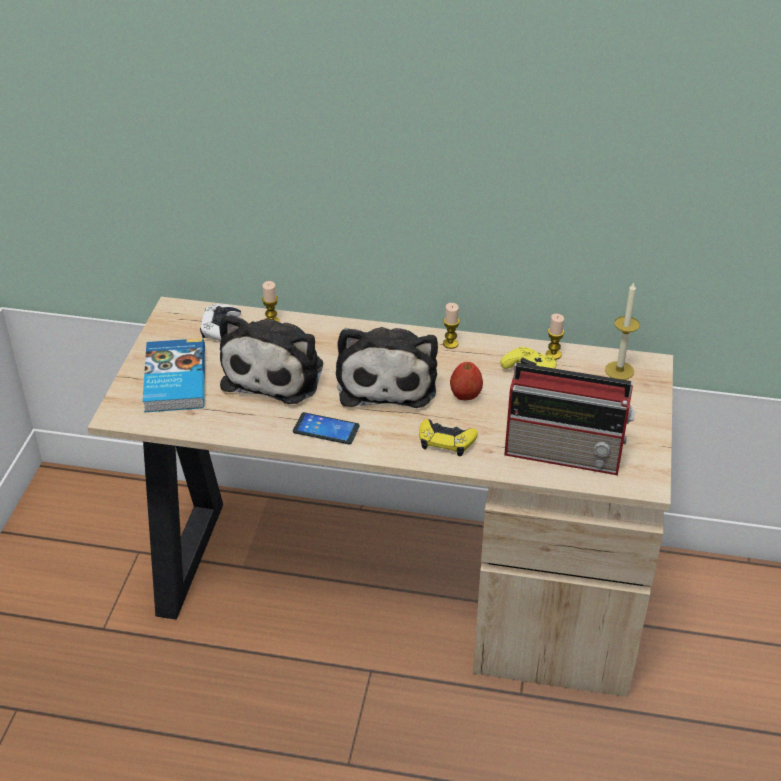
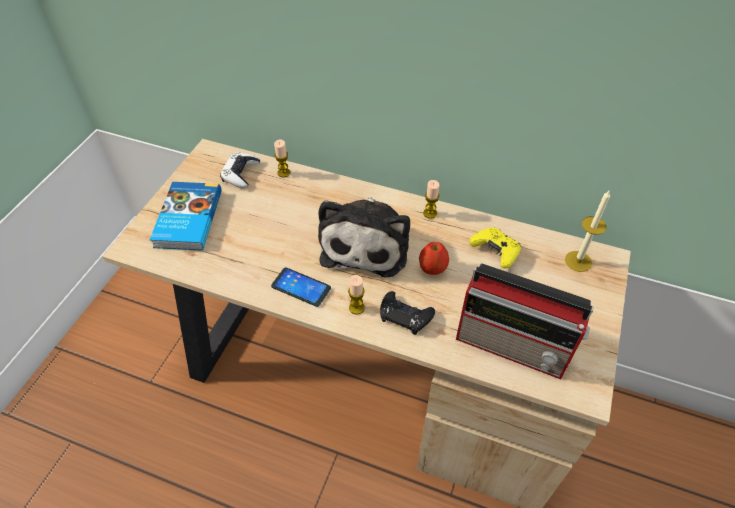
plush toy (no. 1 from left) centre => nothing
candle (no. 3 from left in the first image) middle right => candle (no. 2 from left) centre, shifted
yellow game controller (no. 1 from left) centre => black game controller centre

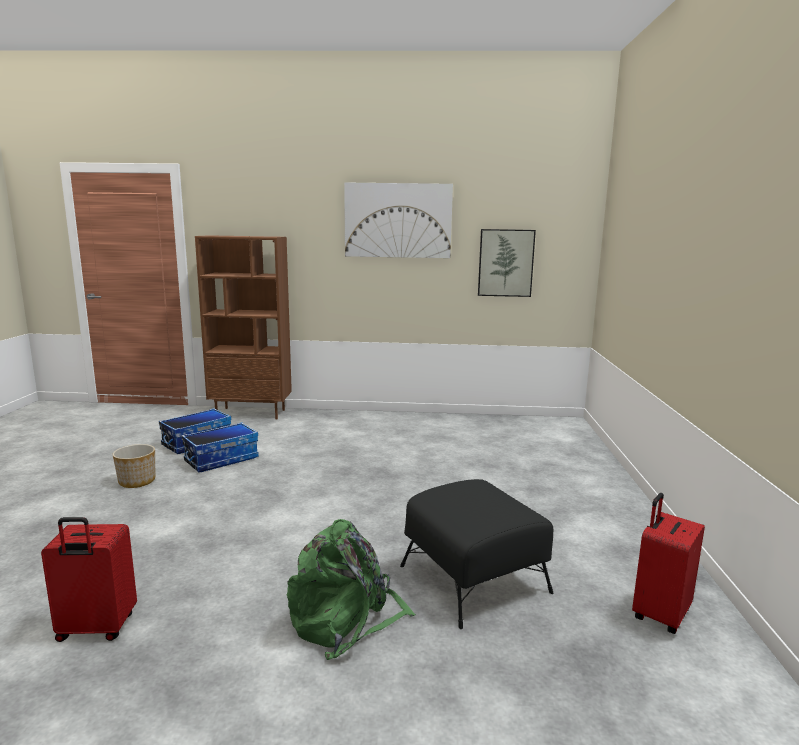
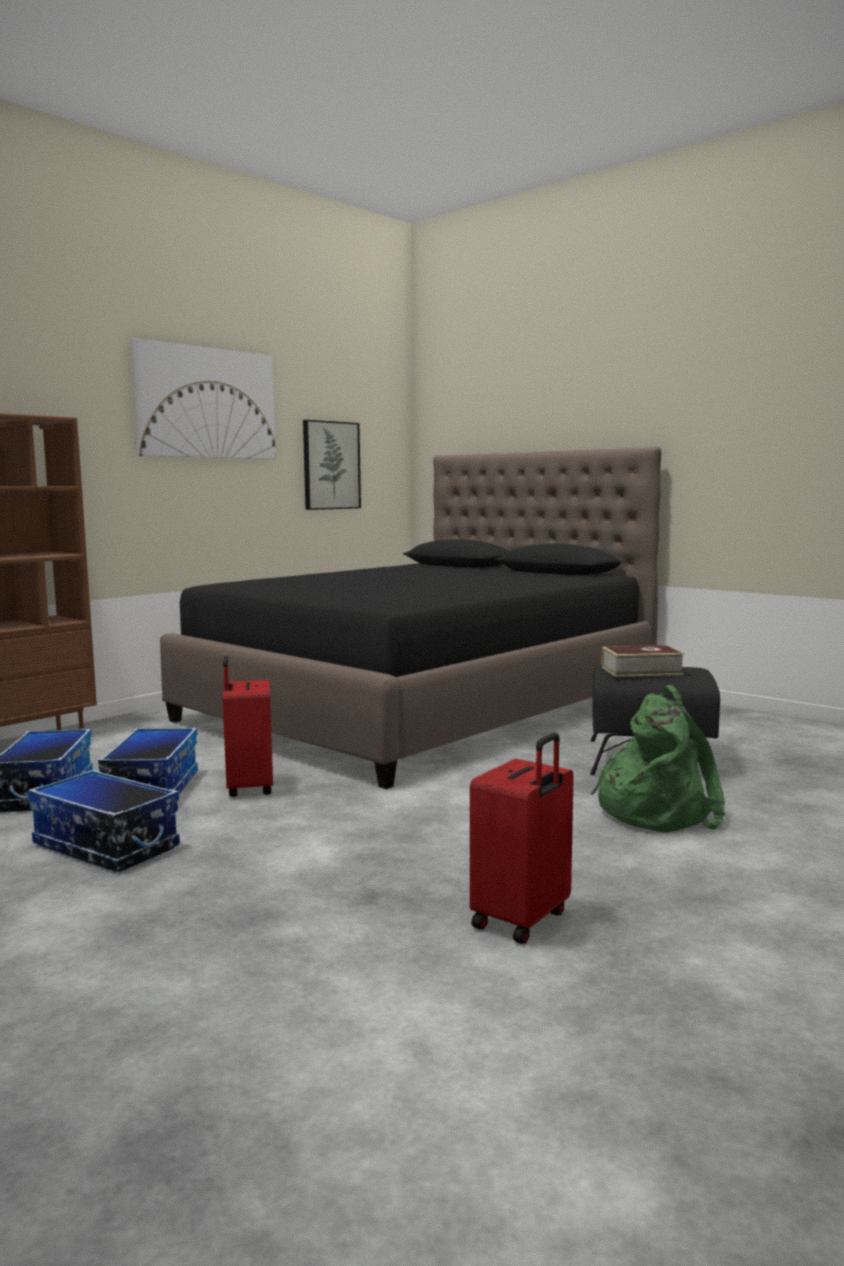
planter middle left => storage box (no. 2 from left) middle left
red suitcase (no. 2 from left in the first image) bottom right => red suitcase (no. 1 from left) middle left, shifted
nothing => black bed centre
nothing => book middle right

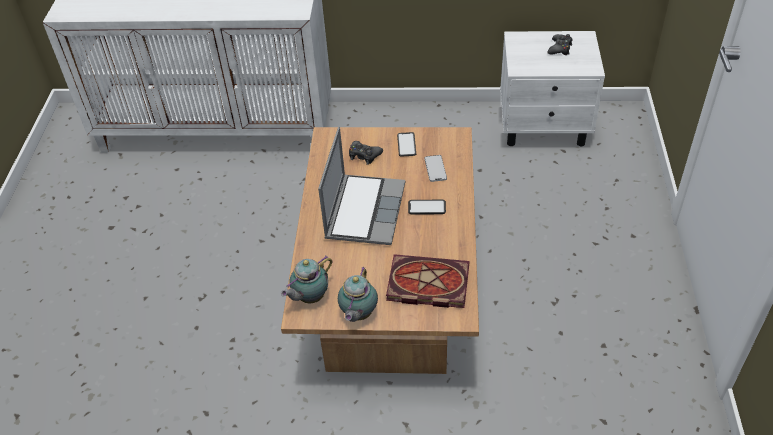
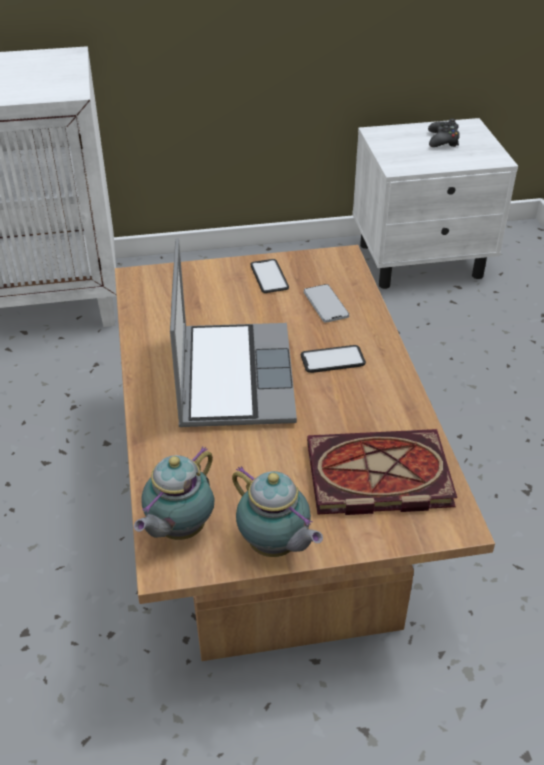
black game controller (no. 1 from left) centre => nothing
teapot (no. 2 from left) bottom centre, 45 degrees counterclockwise

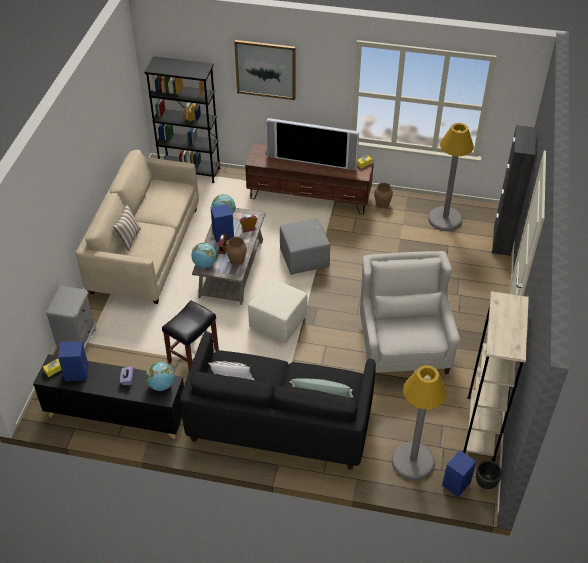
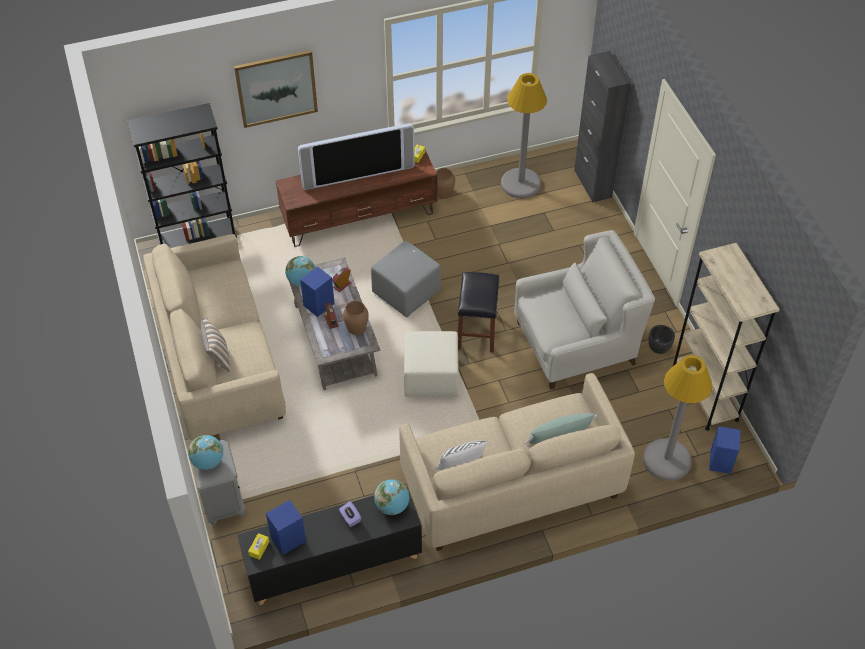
globe (no. 2 from left in the first image) centre => globe (no. 1 from left) bottom left, shifted
white armchair middle right, 105 degrees clockwise
black stool middle left => black stool centre, shifted
black sofa bottom centre => beige sofa (no. 2 from left) bottom centre
black planter bottom right => black planter middle right, shifted

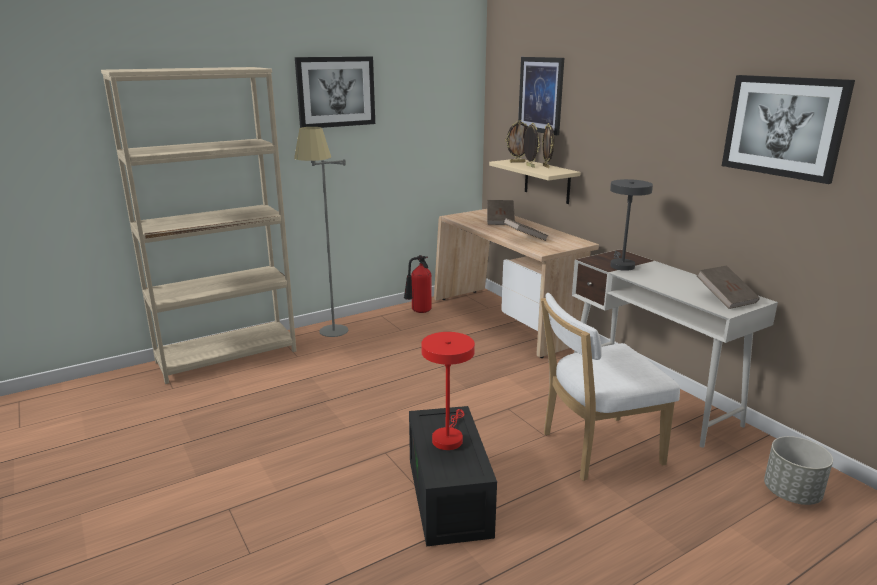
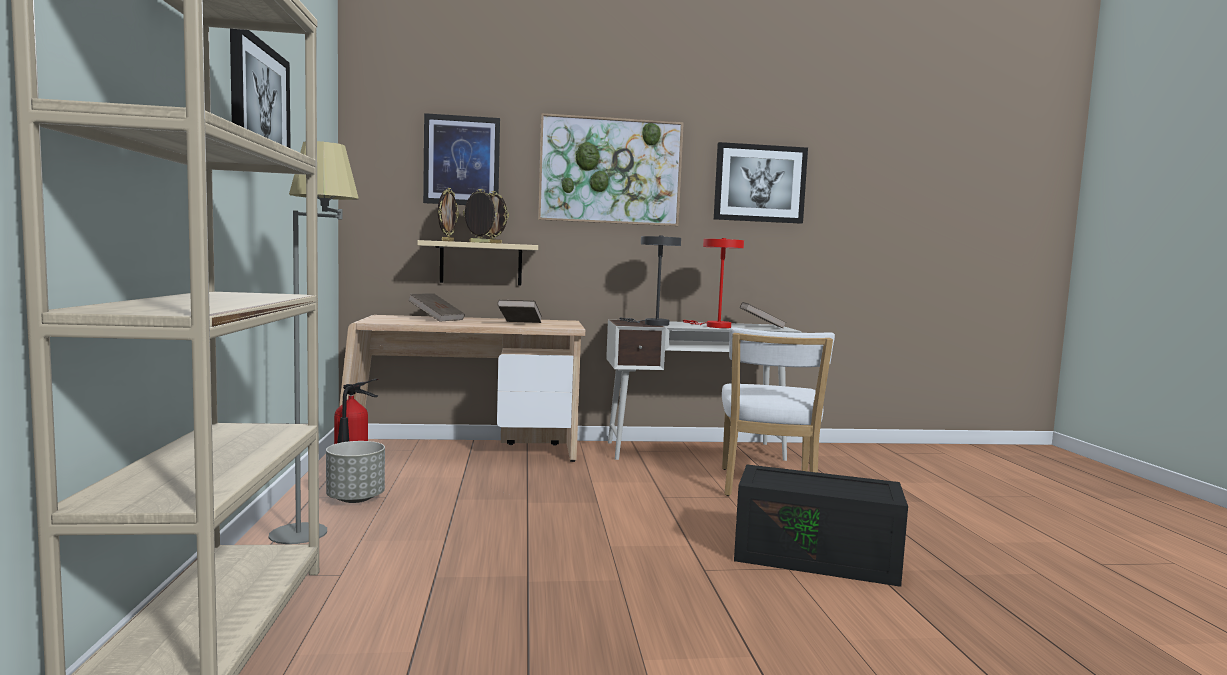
red table lamp bottom centre => red table lamp centre, shifted
grey planter bottom right => grey planter bottom left, shifted
nothing => picture (no. 3 from left) top centre

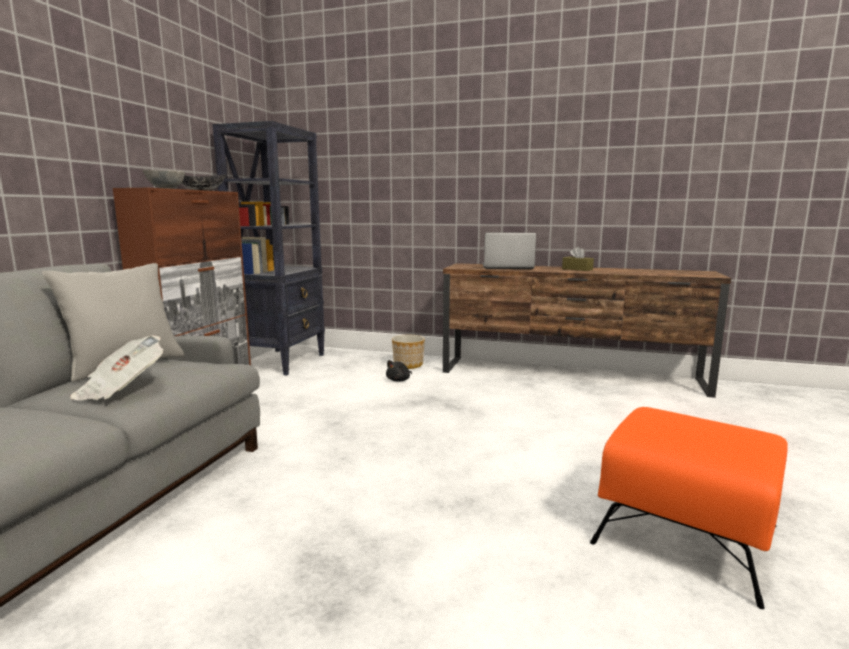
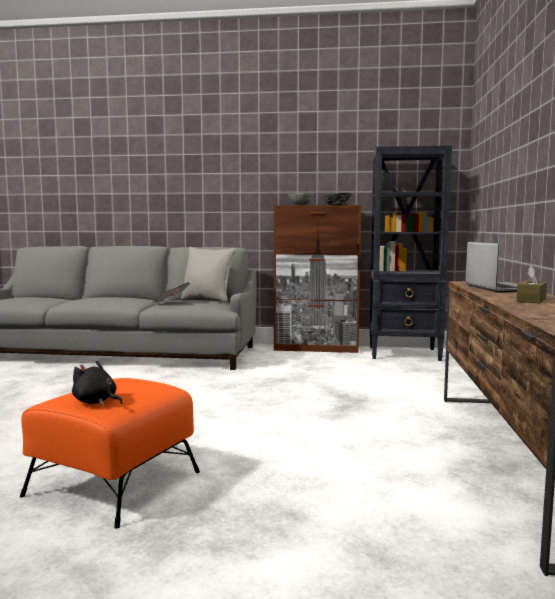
planter centre => nothing
black plush toy centre => black plush toy middle left, shifted

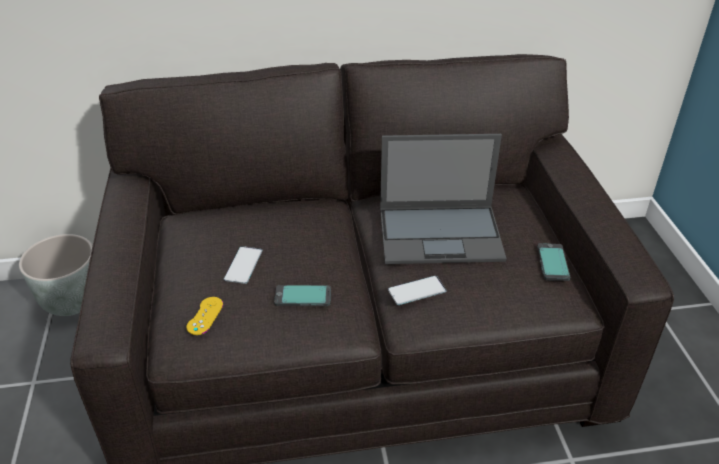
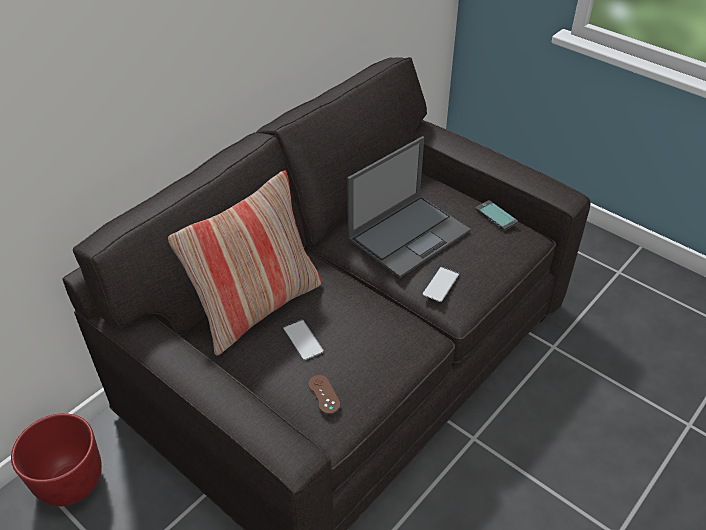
grey planter middle left => red planter bottom left
phone (no. 2 from left) centre => nothing
yellow game controller bottom left => brown game controller bottom centre
nothing => pillow centre

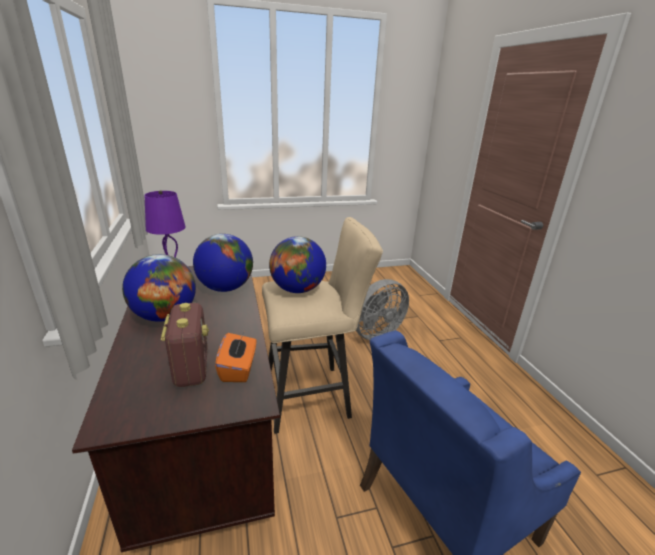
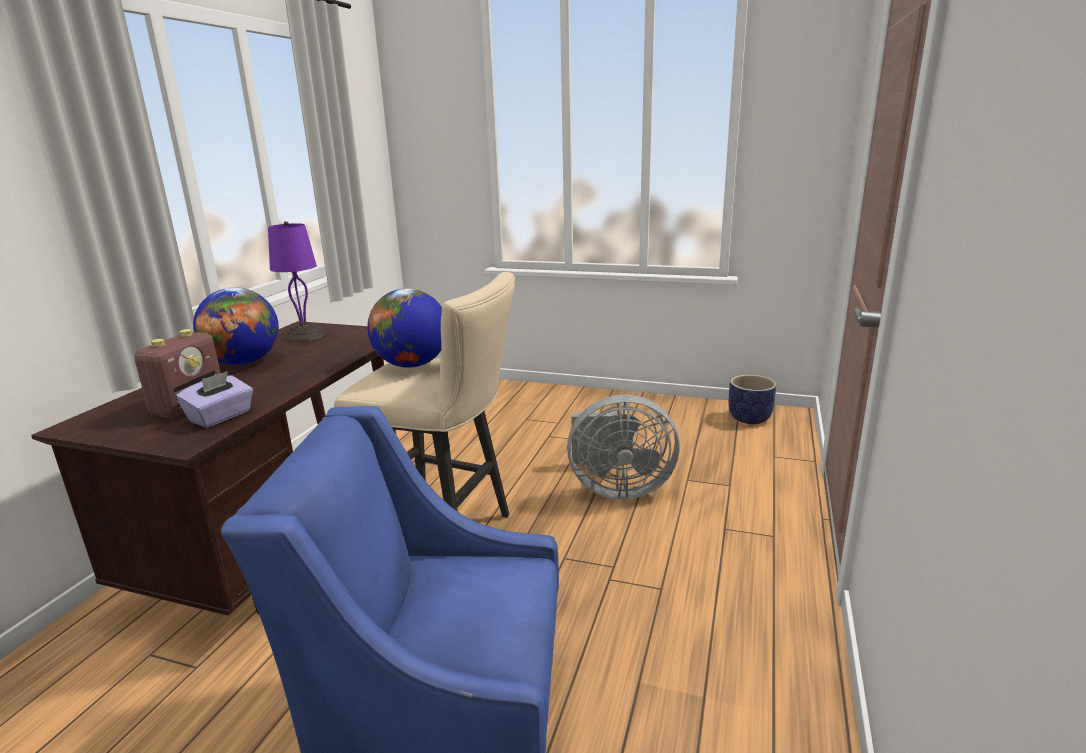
globe (no. 2 from left) centre => nothing
orange tissue box centre => purple tissue box middle left
nothing => planter middle right

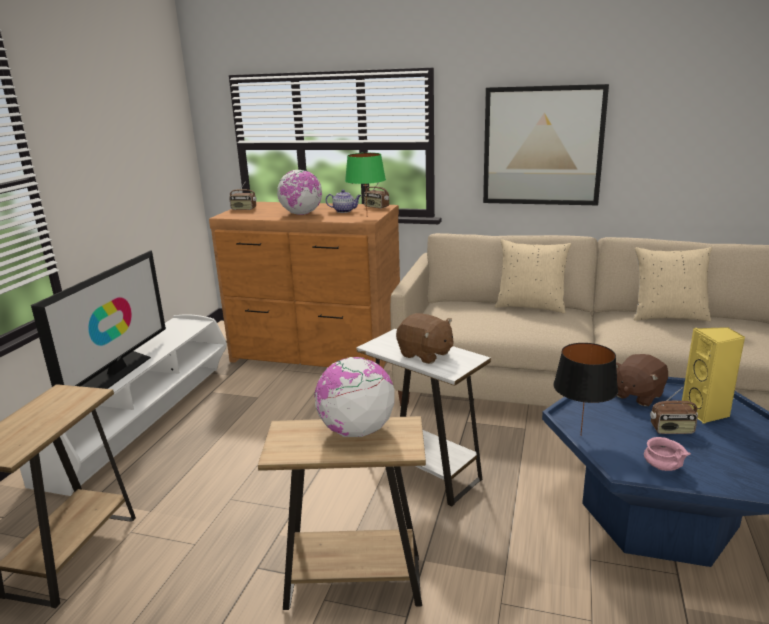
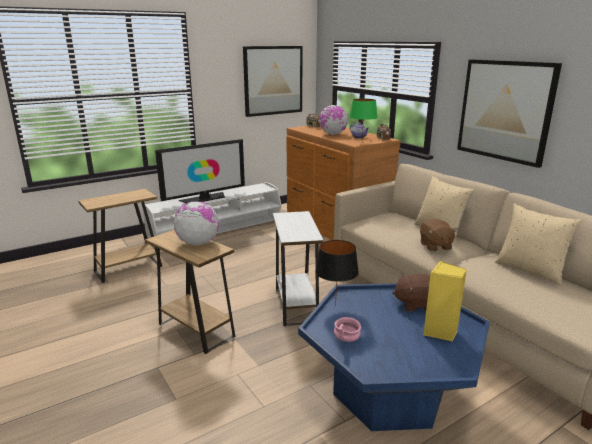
brown plush toy (no. 1 from left in the first image) centre => brown plush toy (no. 2 from left) middle right, shifted
radio (no. 3 from left) middle right => nothing
nothing => picture (no. 1 from left) top centre

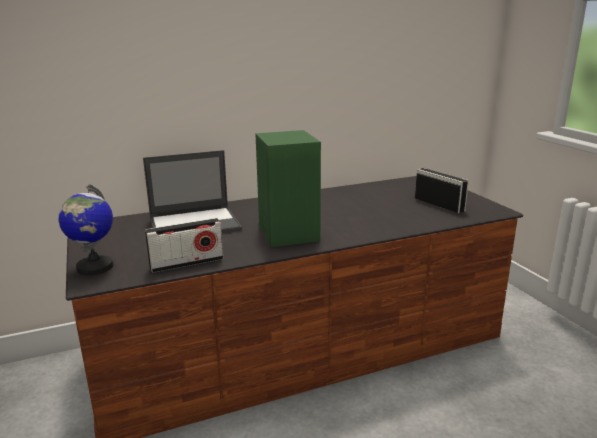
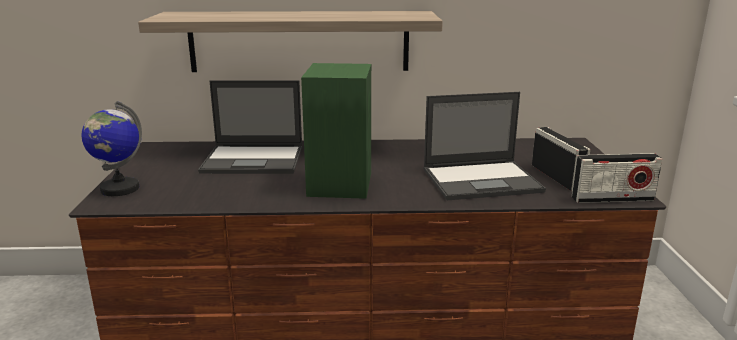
radio (no. 1 from left in the first image) middle left => radio (no. 2 from left) middle right, shifted
nothing => shelf top centre
nothing => laptop (no. 2 from left) centre

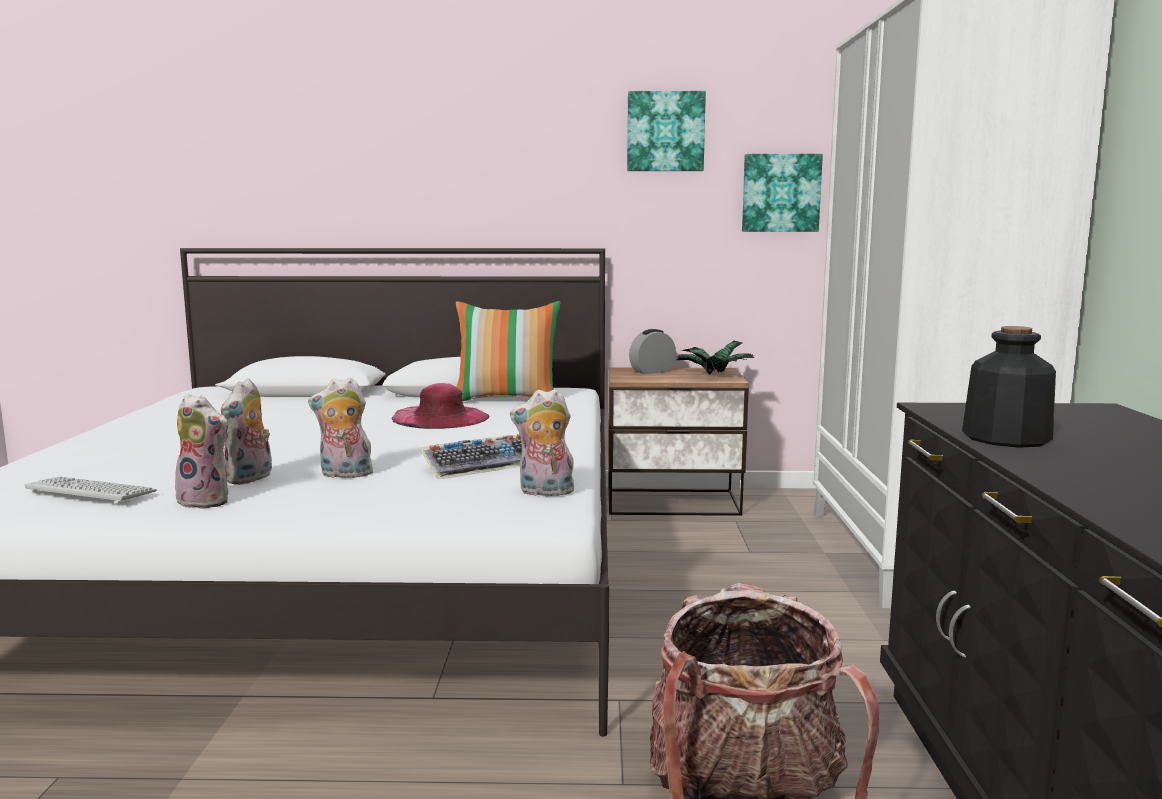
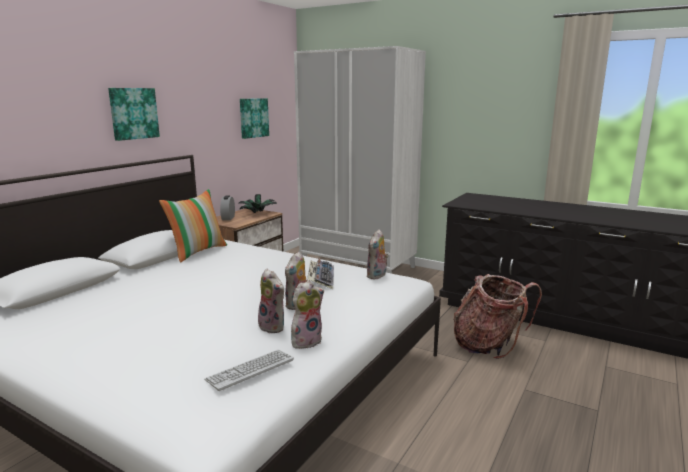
picture (no. 1 from left) top centre => picture (no. 1 from left) top left, shifted
bottle middle right => nothing
pink hat centre => nothing

